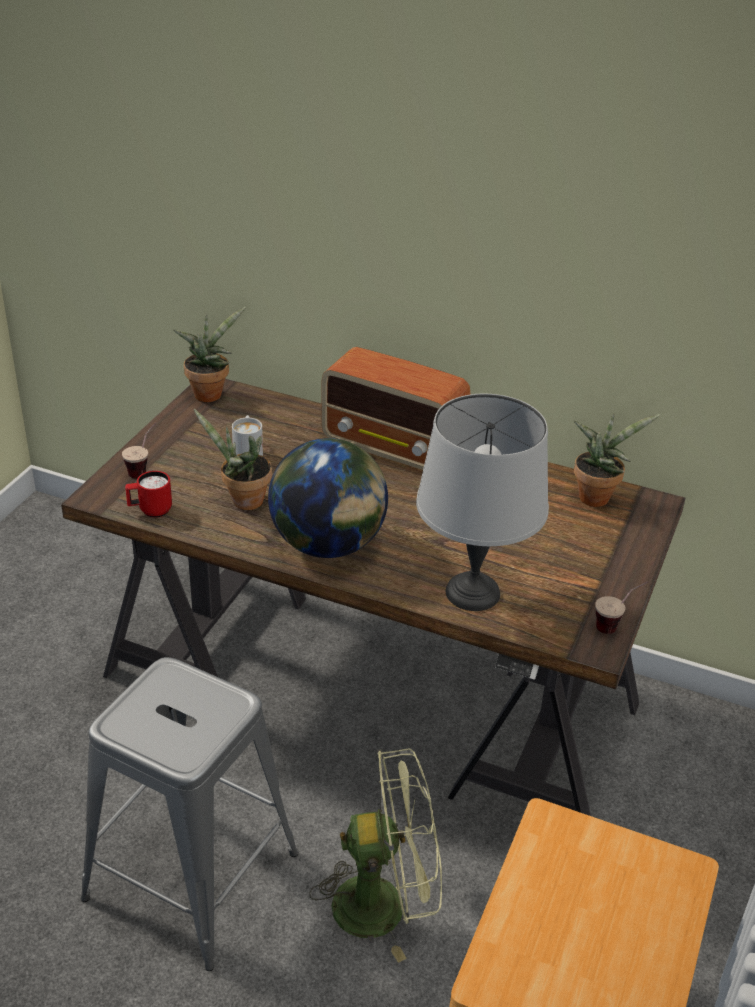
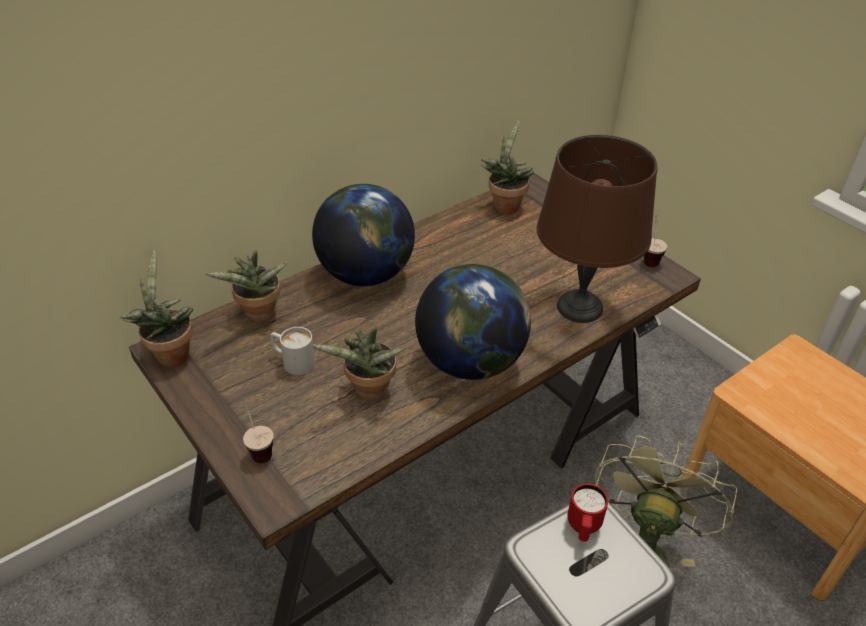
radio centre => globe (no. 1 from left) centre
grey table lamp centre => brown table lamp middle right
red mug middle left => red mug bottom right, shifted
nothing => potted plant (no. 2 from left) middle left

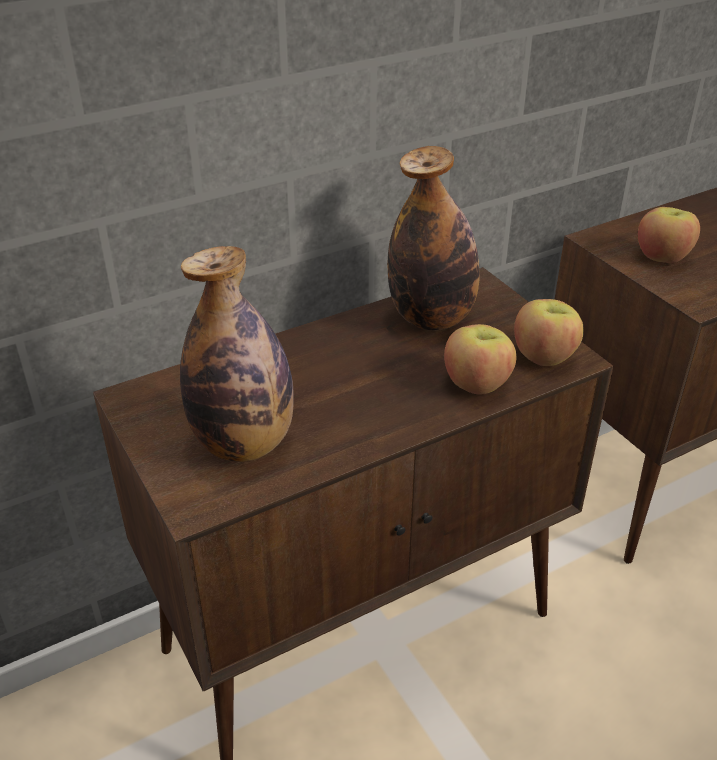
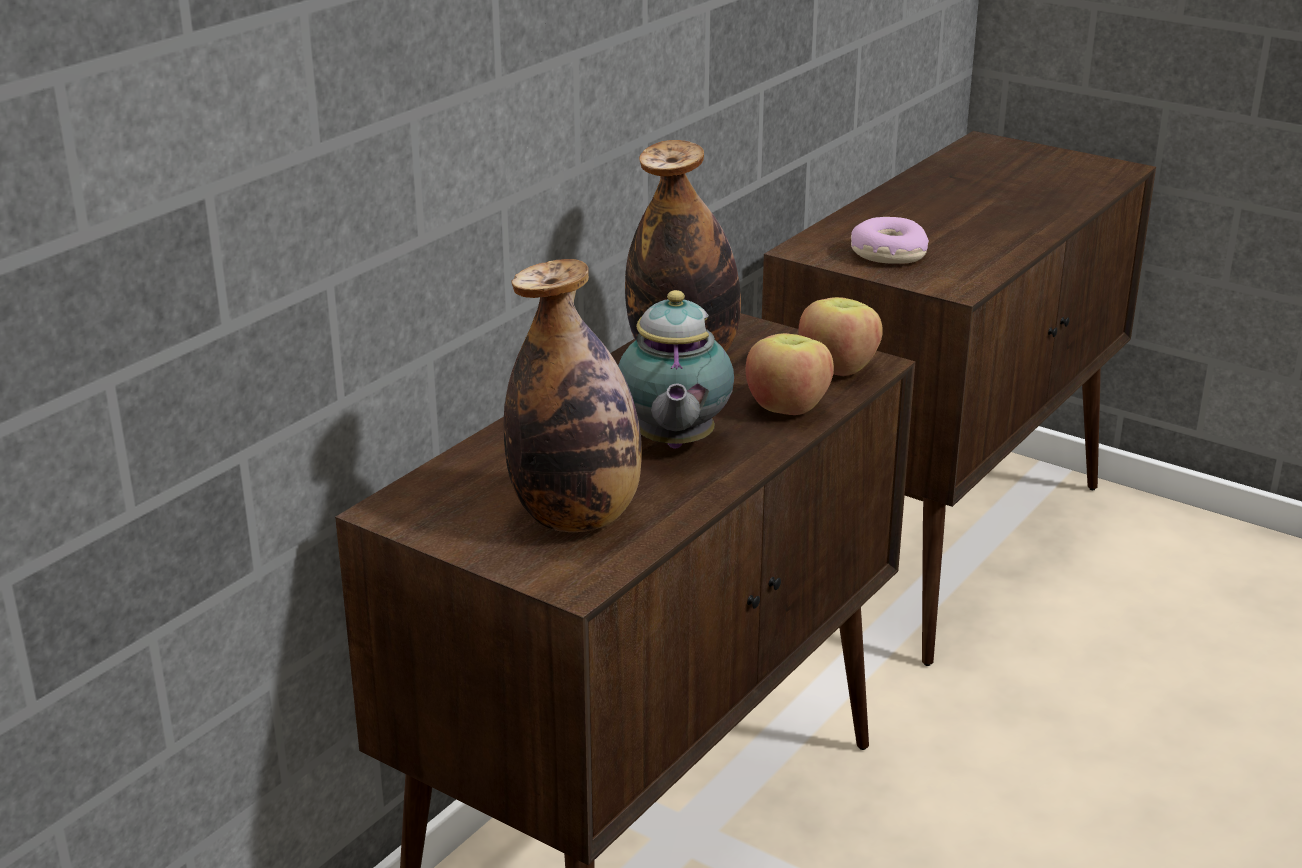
apple (no. 3 from left) top right => donut top right
nothing => teapot centre

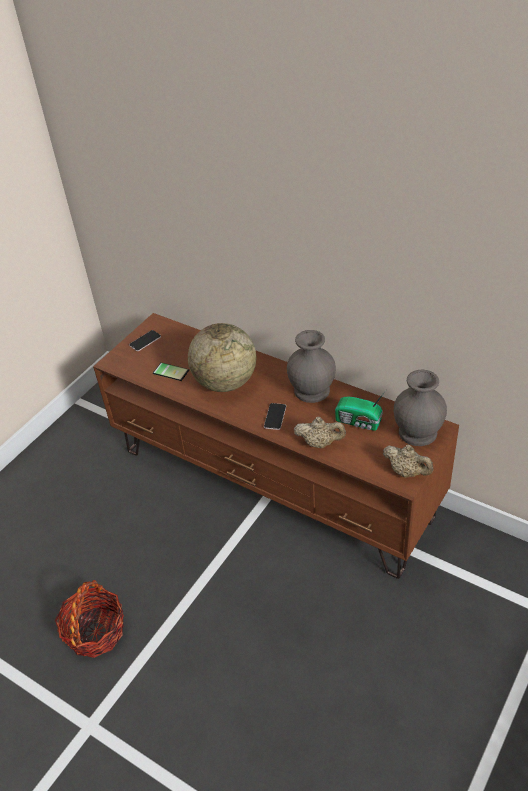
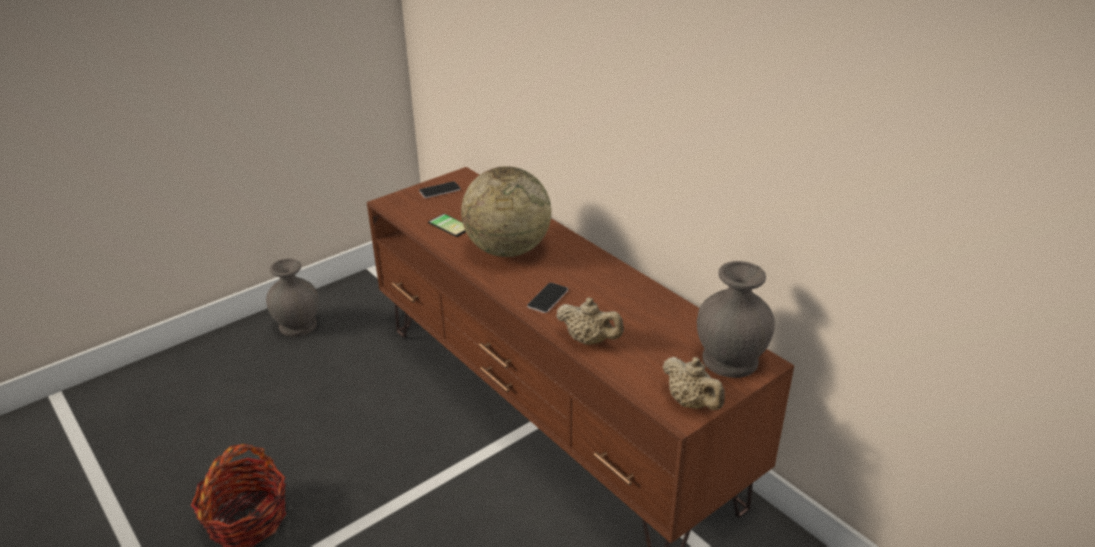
grey vase (no. 1 from left) centre => grey vase (no. 1 from left) middle left, shifted
radio middle right => nothing

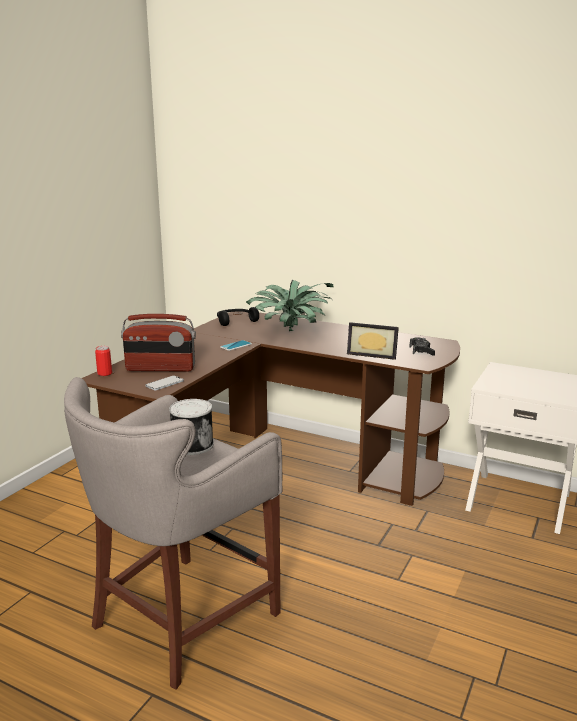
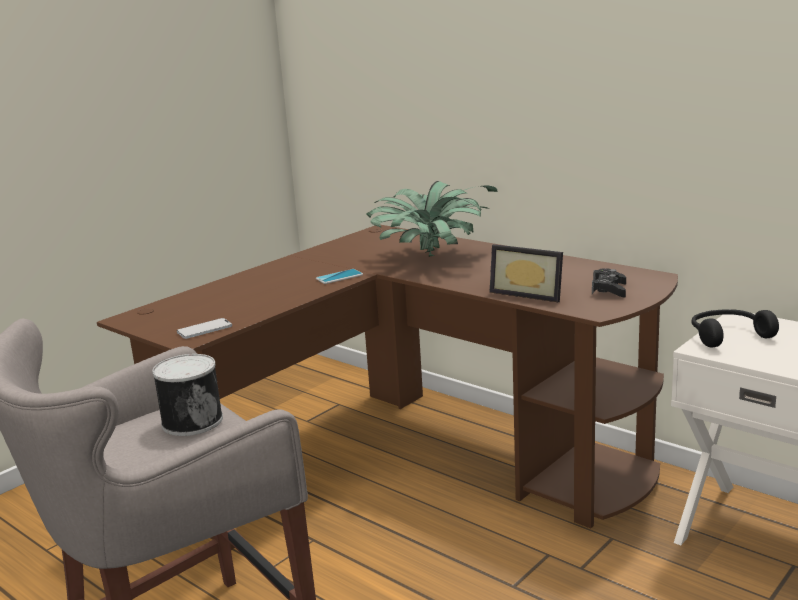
black headphones centre => black headphones middle right, shifted
radio middle left => nothing
can (no. 1 from left) middle left => nothing

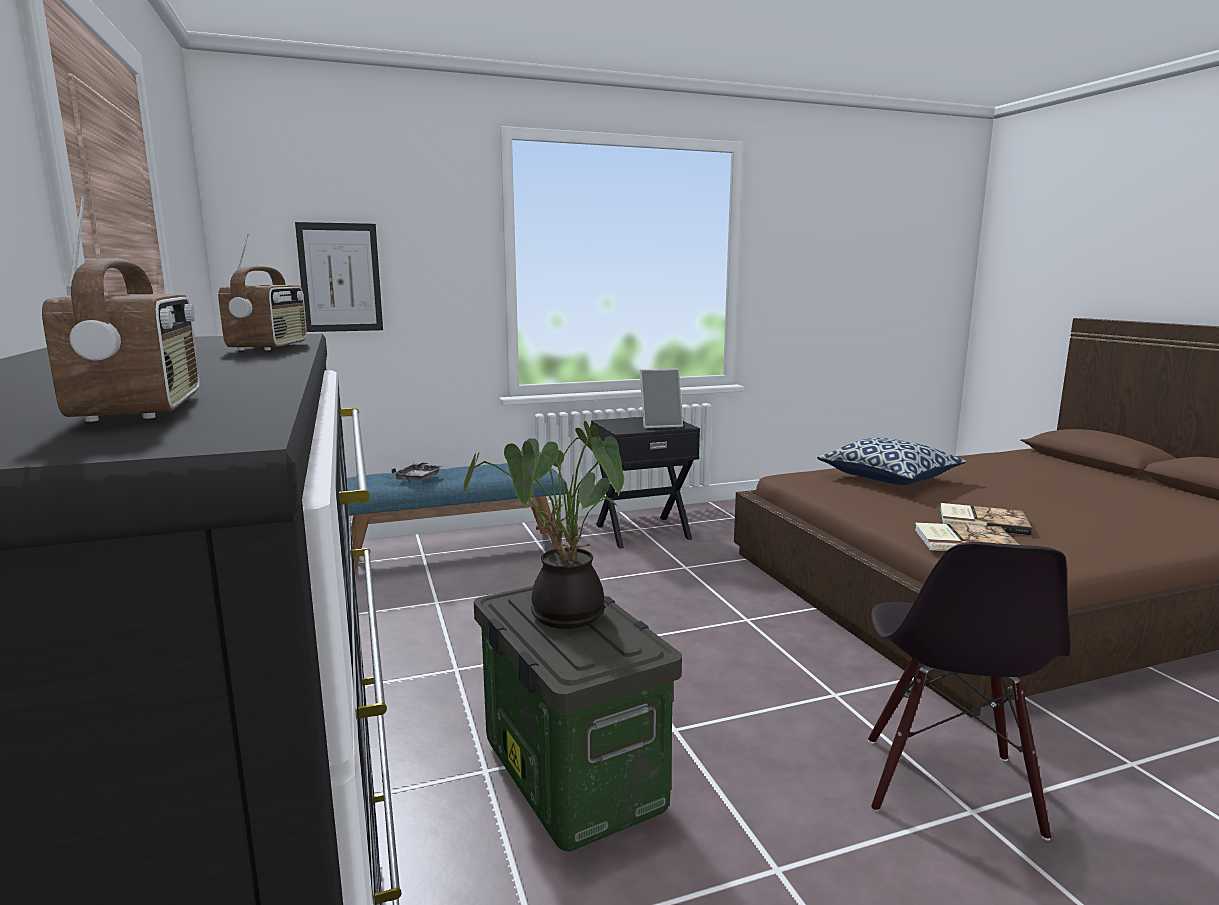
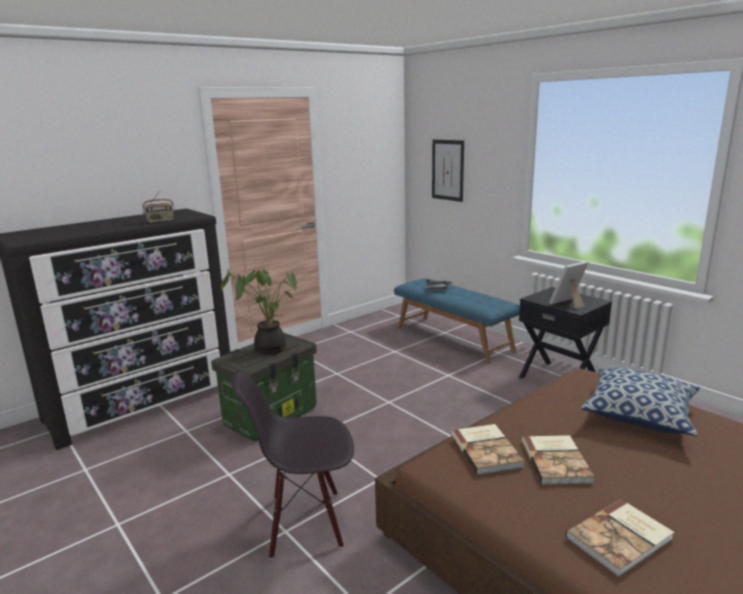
radio (no. 1 from left) middle left => nothing
picture frame centre => picture frame middle right, 90 degrees clockwise
nothing => book (no. 3 from left) bottom right

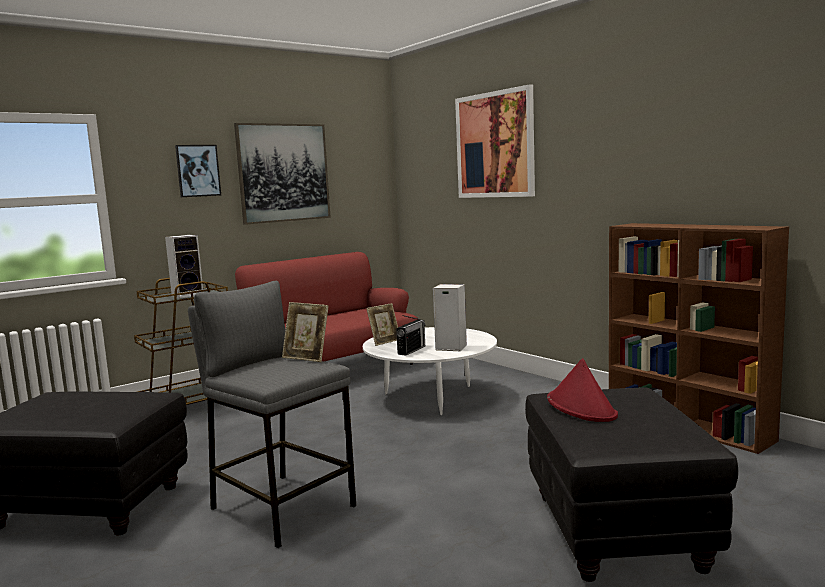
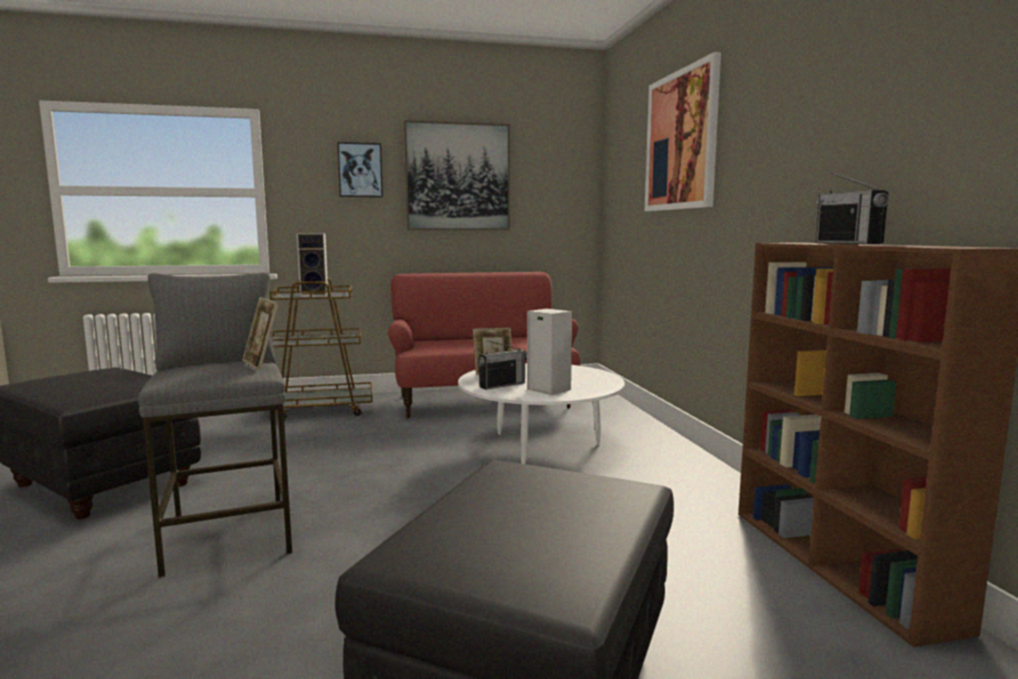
red hat middle right => nothing
nothing => radio (no. 2 from left) top right

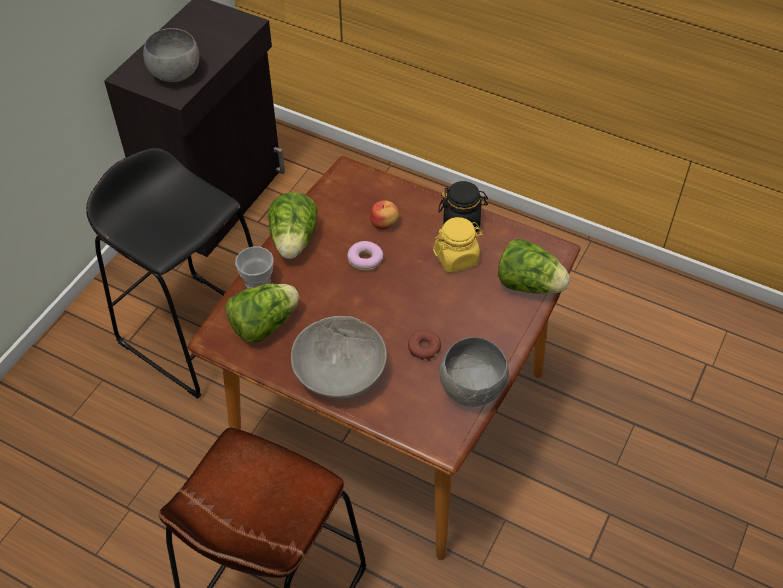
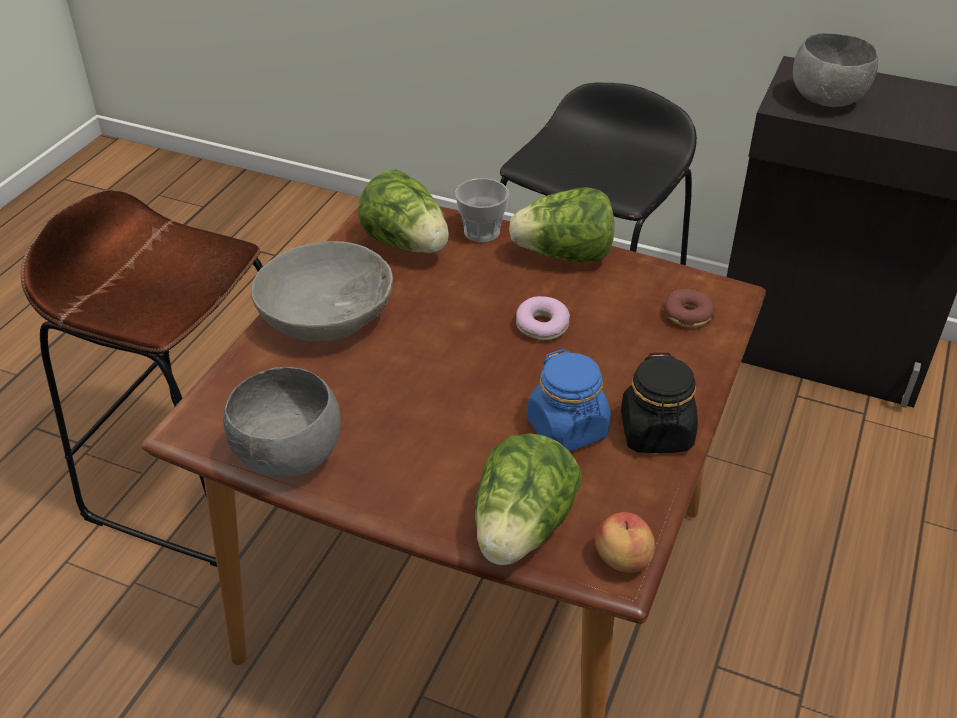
apple centre => apple bottom centre, shifted
yellow jar centre => blue jar centre
donut (no. 2 from left) centre => donut (no. 2 from left) middle right, shifted

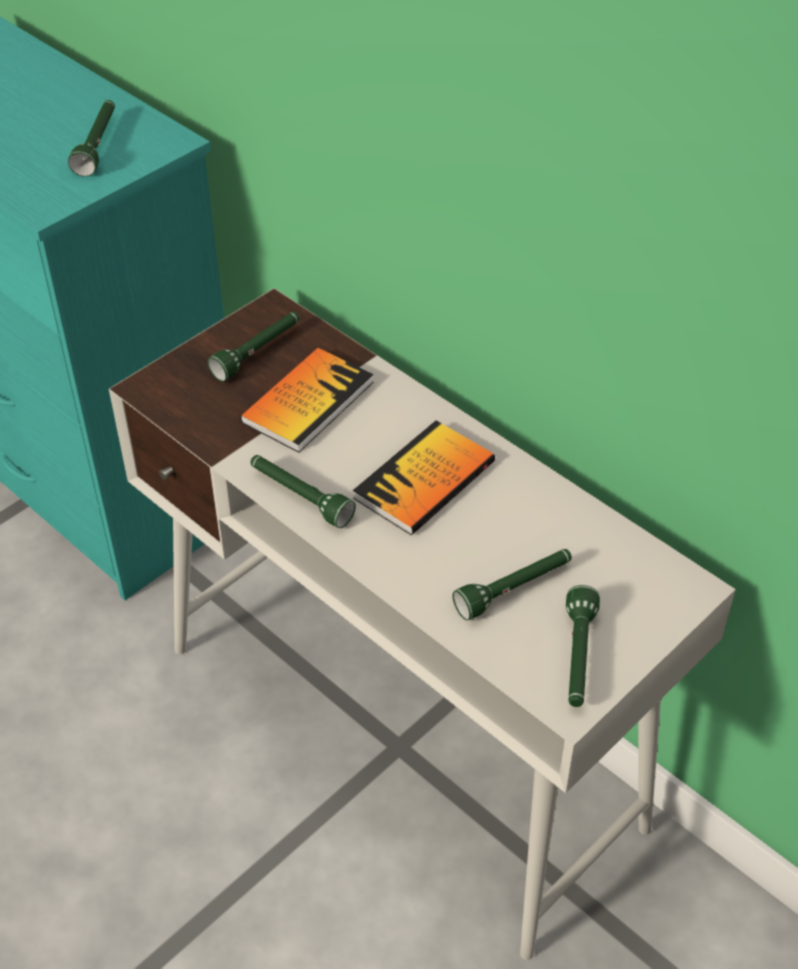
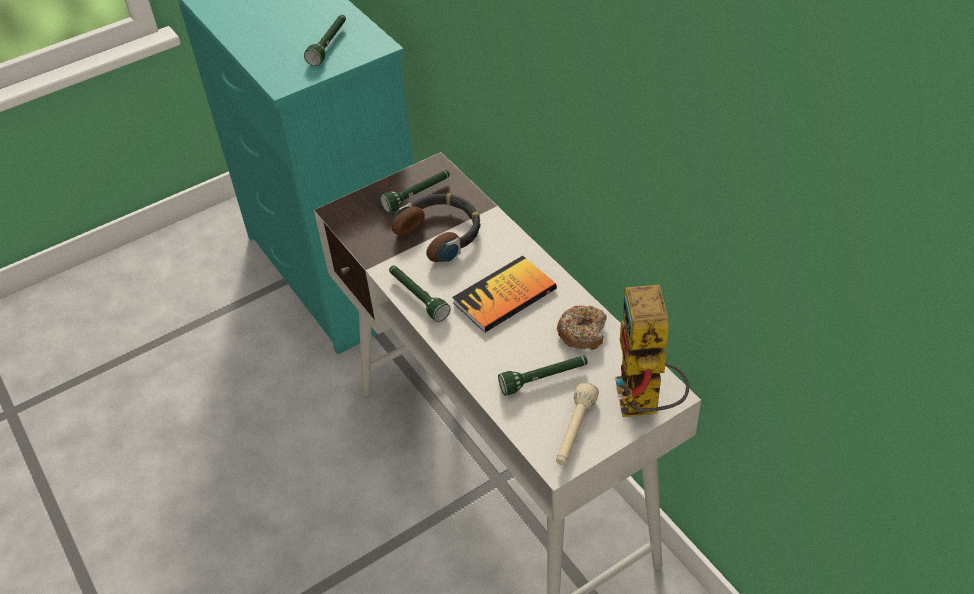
book (no. 1 from left) centre => headphones centre
green flashlight (no. 5 from left) bottom right => beige flashlight bottom centre
nothing => toy robot middle right
nothing => donut centre

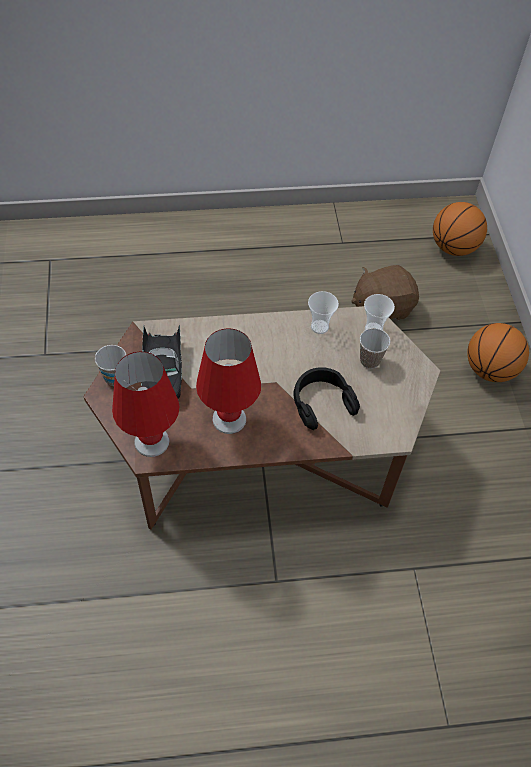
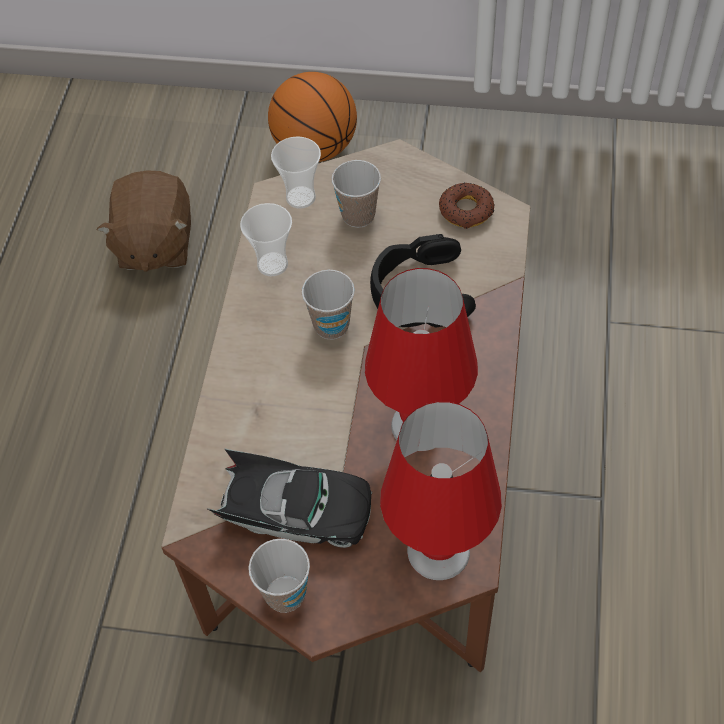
basketball (no. 1 from left) top right => nothing
nothing => donut top centre
nothing => cup (no. 4 from left) centre

